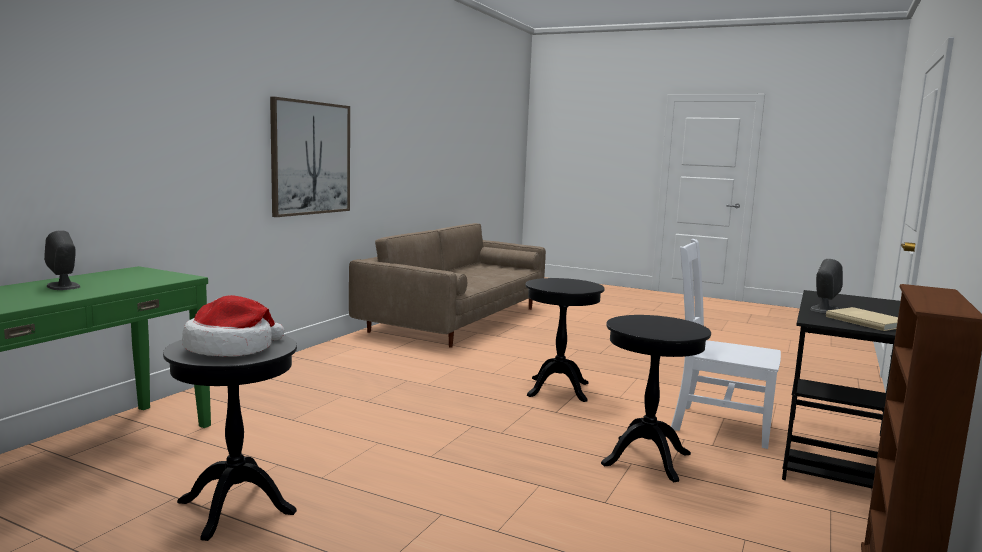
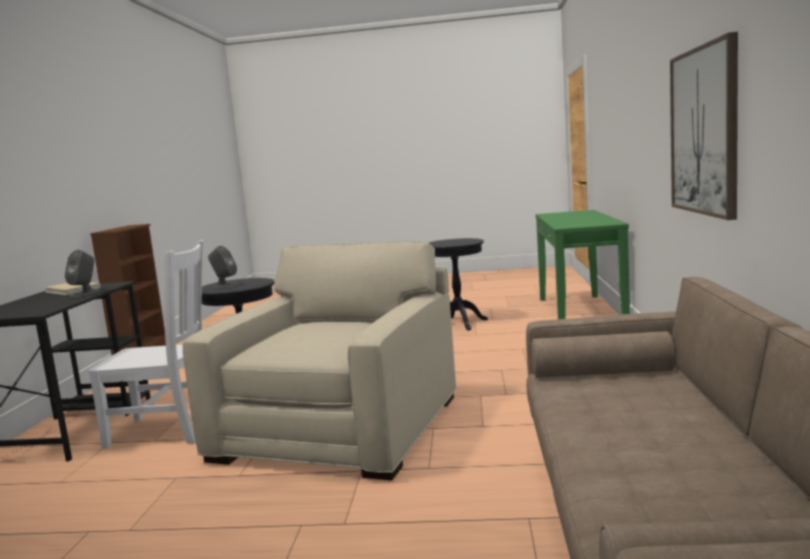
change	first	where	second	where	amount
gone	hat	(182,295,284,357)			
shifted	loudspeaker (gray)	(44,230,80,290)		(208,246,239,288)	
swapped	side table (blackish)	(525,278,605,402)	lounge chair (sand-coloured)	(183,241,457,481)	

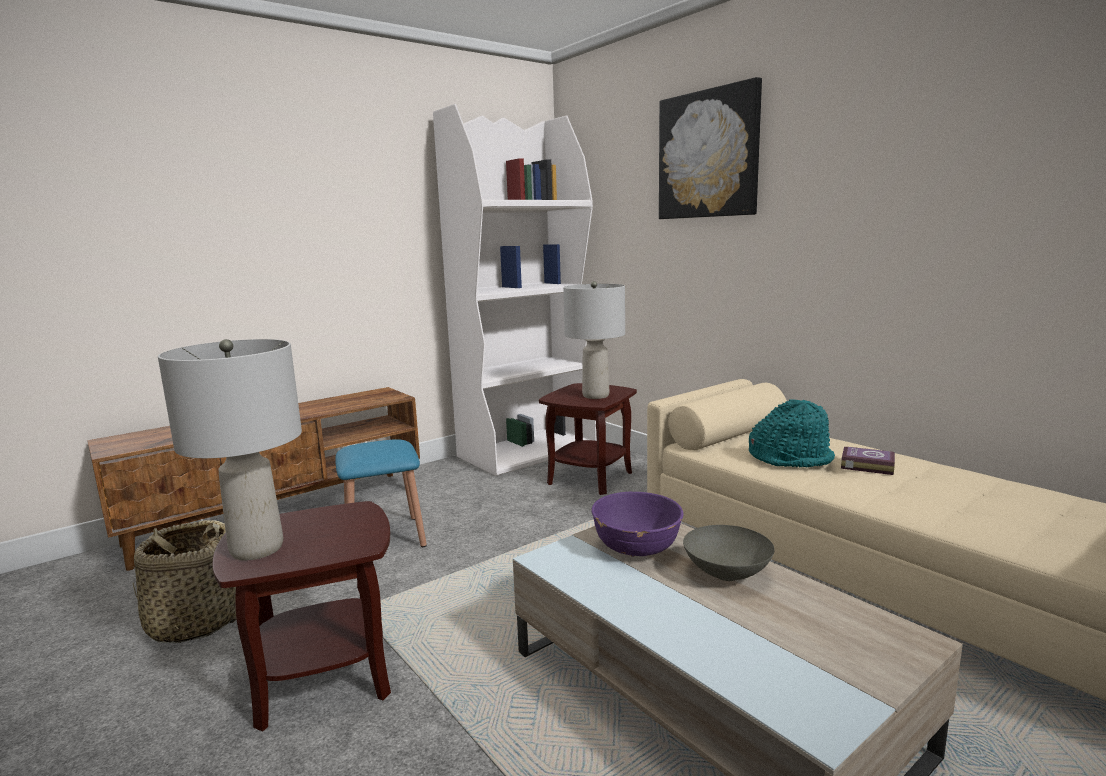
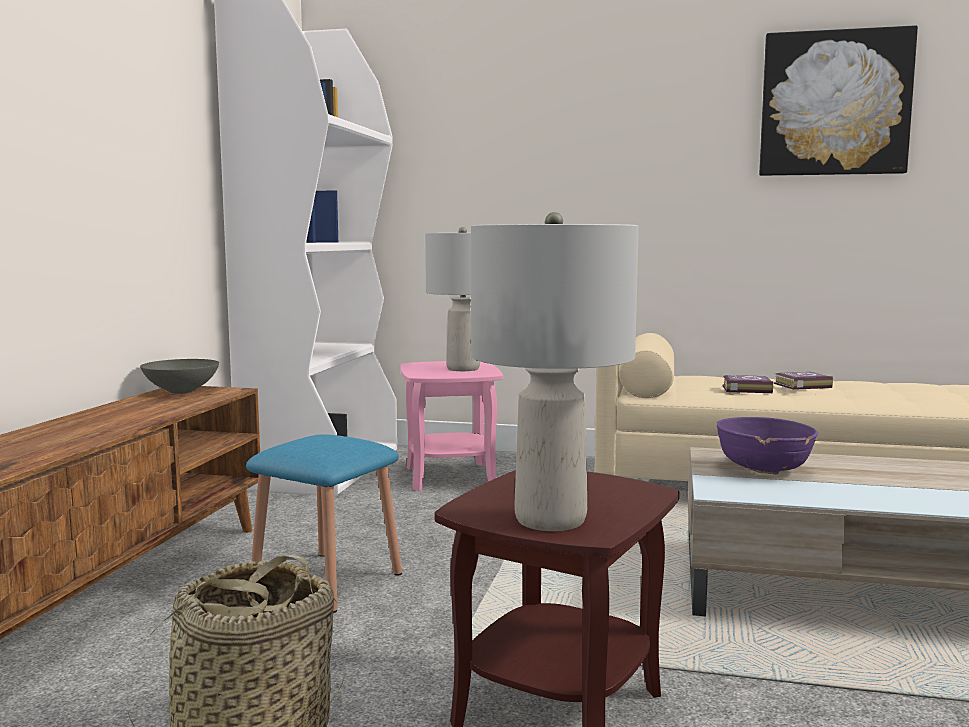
change	first	where	second	where	amount
shifted	wall art	(659,77,762,219)		(759,25,918,176)	
shifted	bowl (gray)	(683,525,775,581)		(140,359,219,394)	
swapped	hat (blue-green)	(749,400,835,467)	volume	(722,375,773,393)	
repainted	side table (brown-coloured)	(539,383,637,495)	side table (pink-coloured)	(401,361,503,491)	

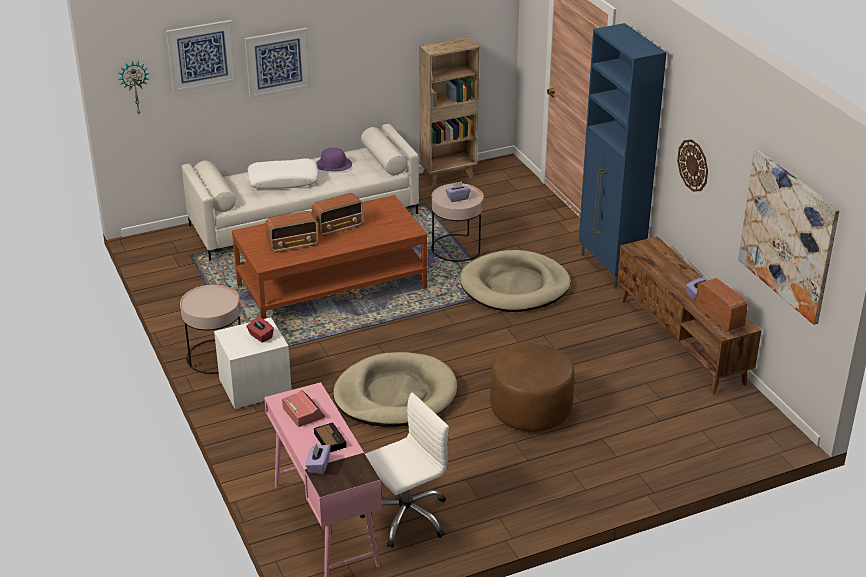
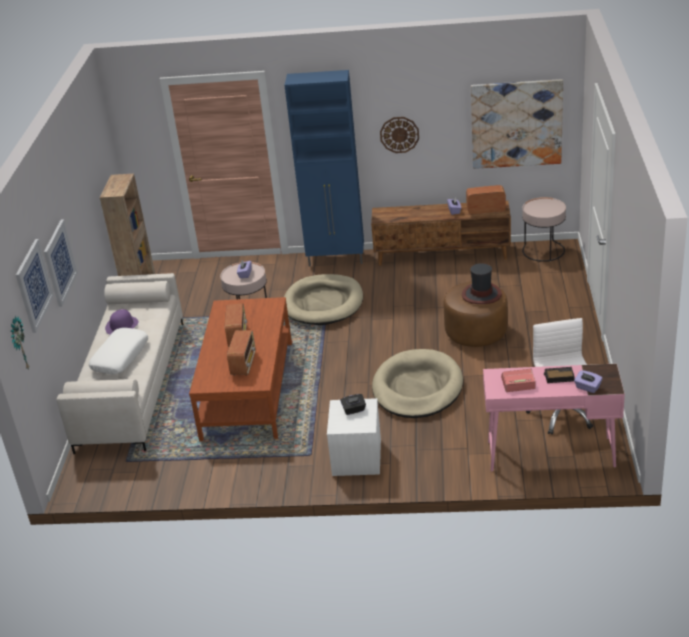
change	first	where	second	where	amount
new			hat	(462,263,502,304)	
shifted	side table (pink-coloured)	(180,285,241,374)		(522,197,566,262)	
repainted	box of tissues (red-coloured)	(246,317,274,343)	box of tissues (blackish)	(340,394,366,415)	

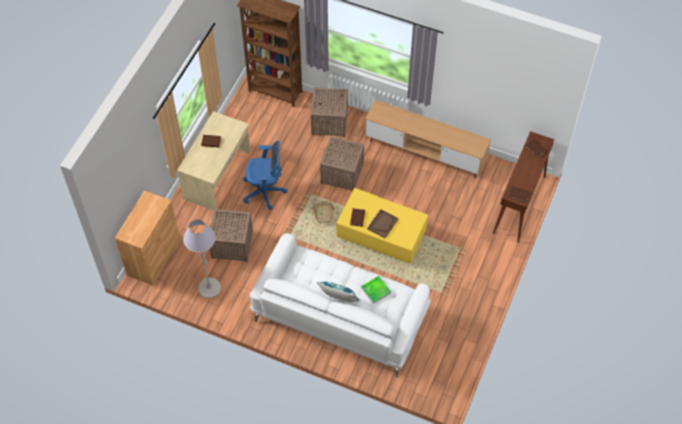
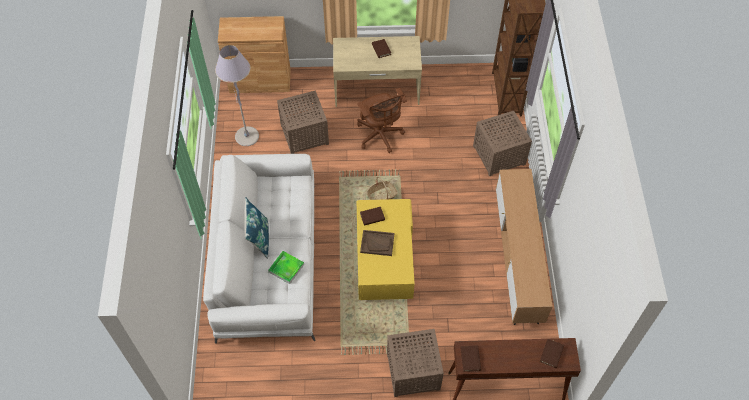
change	first	where	second	where	amount
shifted	side table (brown-coloured)	(320,136,364,191)		(387,329,444,397)	
repainted	office chair (blue-coloured)	(243,140,287,210)	office chair (brown-coloured)	(357,88,407,153)	

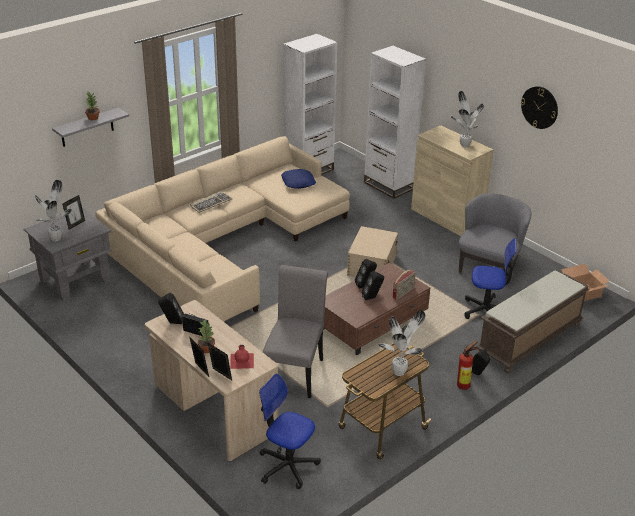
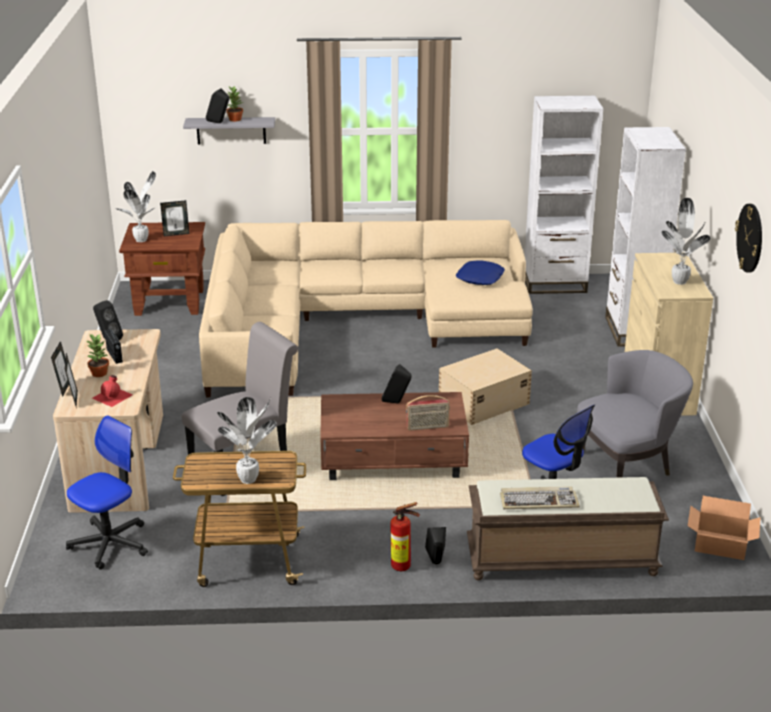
change	first	where	second	where	amount
shifted	keyboard	(190,192,232,213)		(500,486,580,509)	
shifted	loudspeaker (blackish)	(362,271,384,300)		(206,89,229,123)	
repainted	side table (gray)	(24,208,112,302)	side table (brown-coloured)	(119,222,205,316)	
rotated	office chair	(259,374,321,489)		(66,415,148,570)	60 degrees clockwise

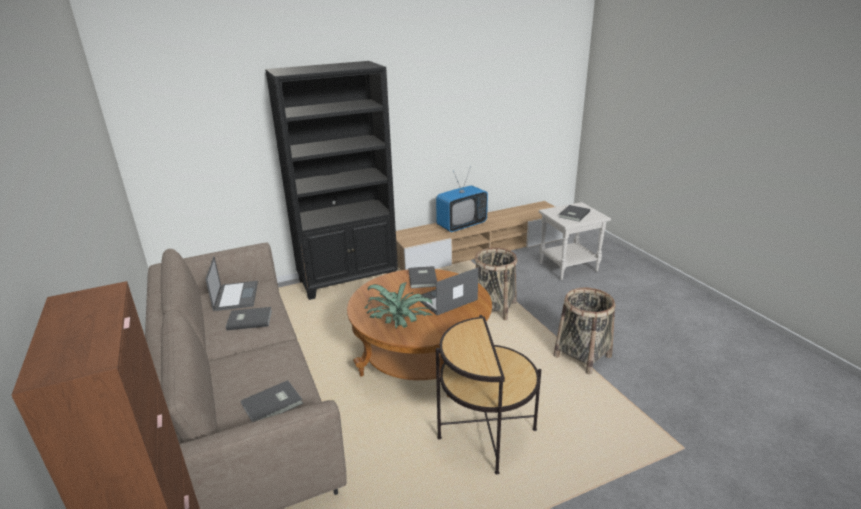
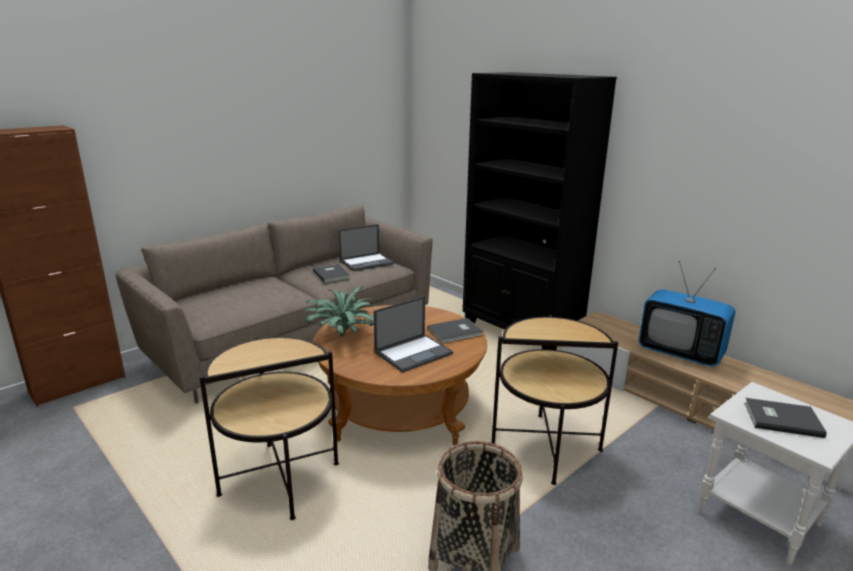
change	first	where	second	where	amount
gone	volume (gray)	(241,380,303,422)			
swapped	household basket	(475,248,517,320)	side table	(492,315,618,485)	
rotated	notebook computer	(420,268,478,315)		(374,296,453,373)	105 degrees clockwise

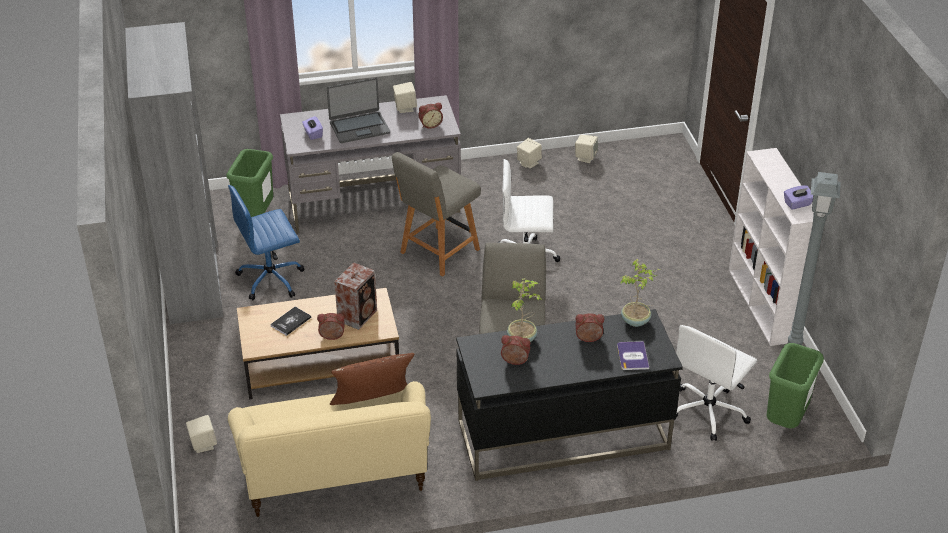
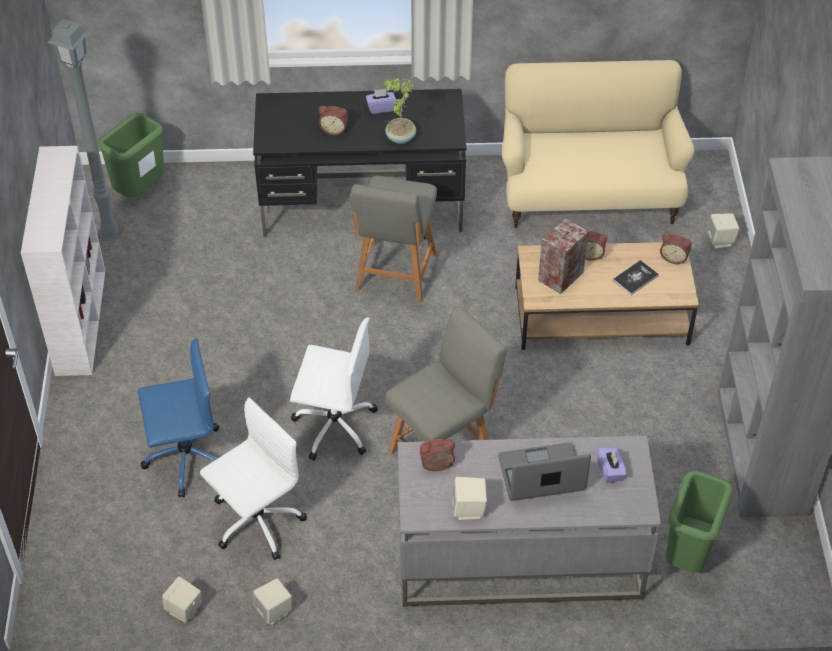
change	first	where	second	where	amount
gone	pillow (brown-coloured)	(330,353,414,405)			
gone	volume	(617,341,649,370)			
gone	potted plant	(620,259,662,327)			
shifted	office chair (blue-coloured)	(228,185,305,300)		(138,338,219,498)	
shifted	bedside clock	(501,335,530,365)		(660,233,692,264)	
shifted	office chair (white-coloured)	(674,325,757,441)		(200,397,307,560)	
shifted	box of tissues (purple)	(784,185,813,209)		(366,89,396,114)	

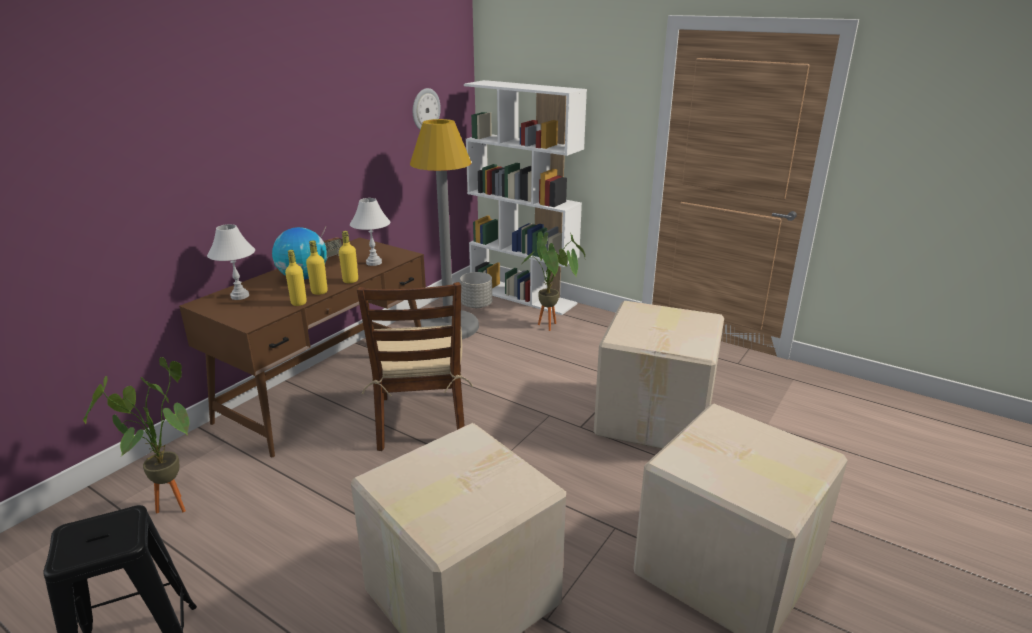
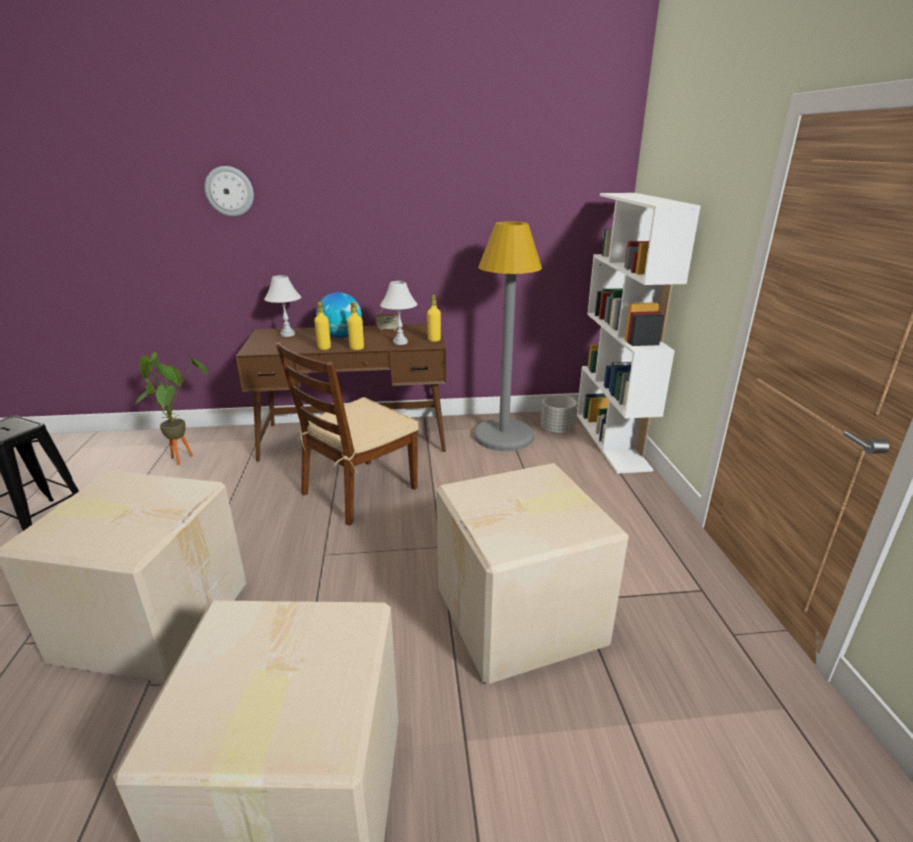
change	first	where	second	where	amount
gone	potted plant	(523,231,585,331)			
shifted	beverage bottle (yellow-coloured)	(285,250,307,306)		(427,295,441,342)	
shifted	wall clock	(413,88,441,130)		(205,166,254,216)	

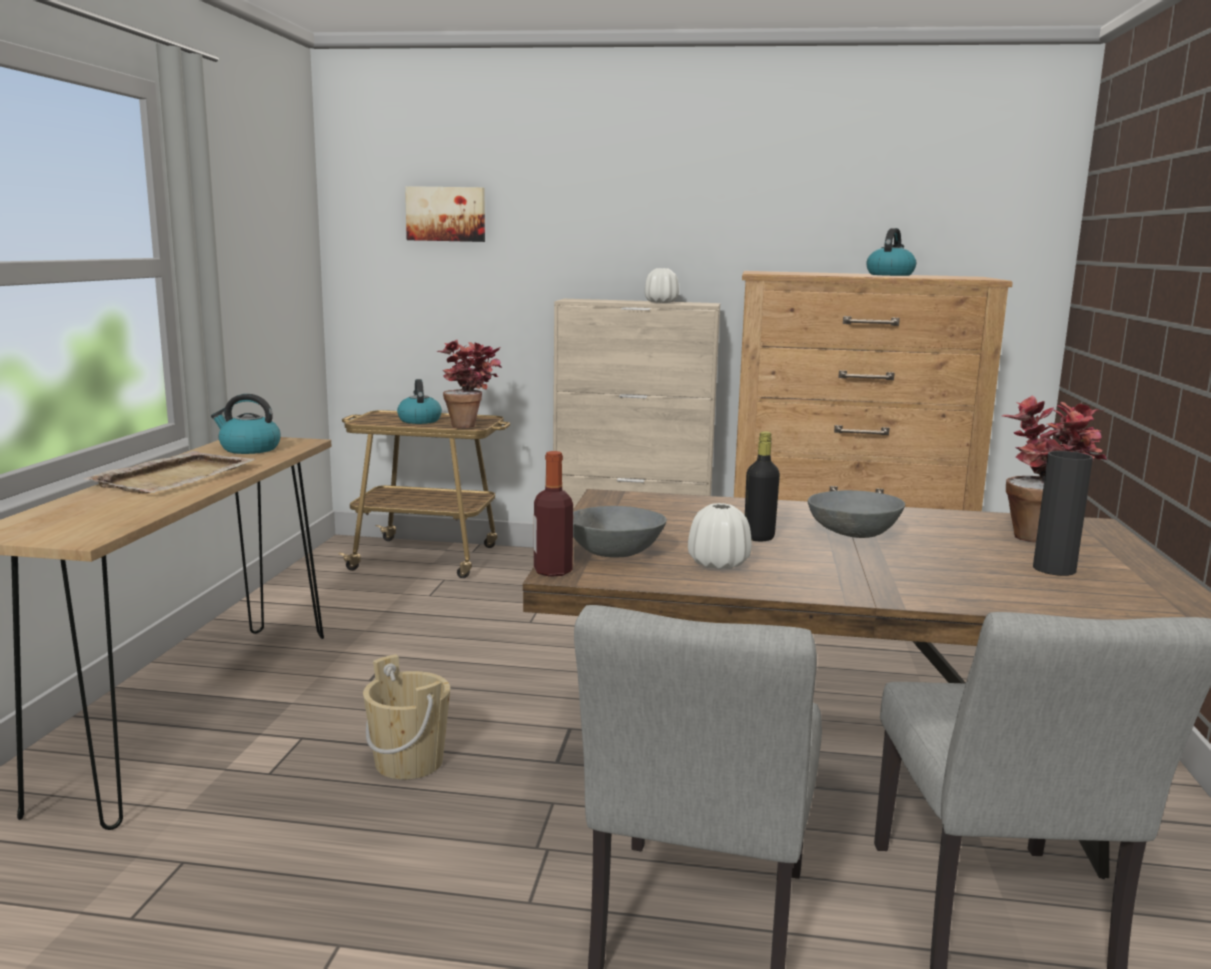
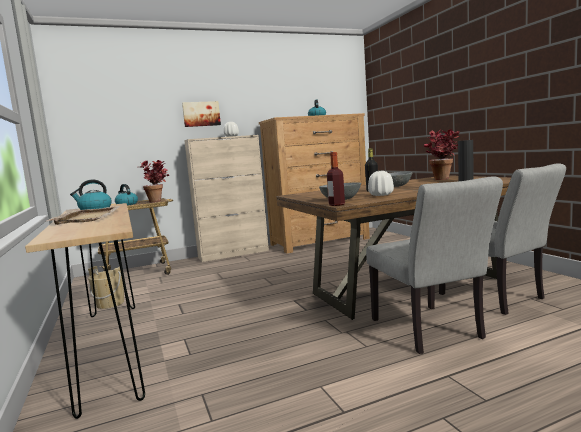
change	first	where	second	where	amount
shifted	bucket (sand-coloured)	(363,654,450,780)		(88,266,124,309)	
shifted	wall art	(405,186,485,242)		(182,101,221,127)	

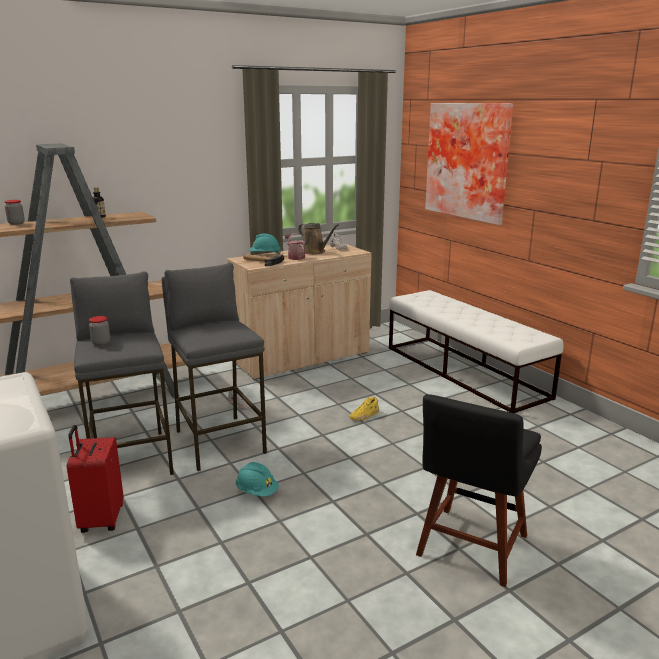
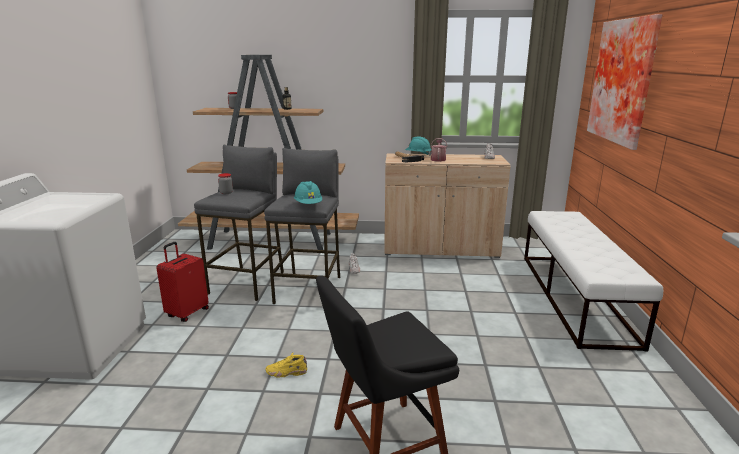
change	first	where	second	where	amount
gone	sprinkling can (brown-coloured)	(298,223,339,254)			
shifted	safety helmet (blue-green)	(236,462,279,497)		(294,181,322,204)	
shifted	low shoe (yellow-coloured)	(350,397,379,421)		(266,352,307,378)	

